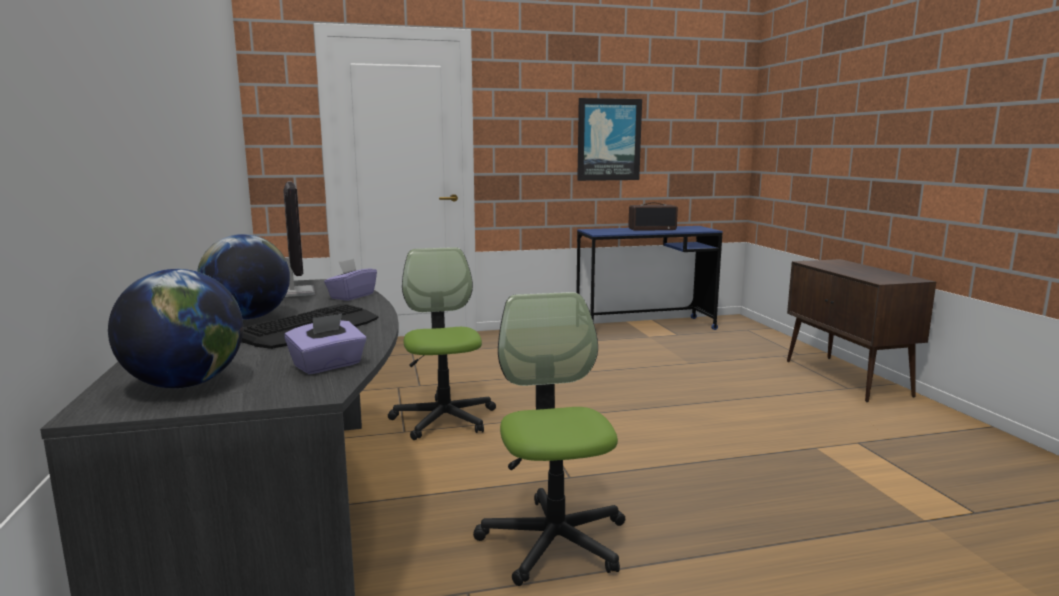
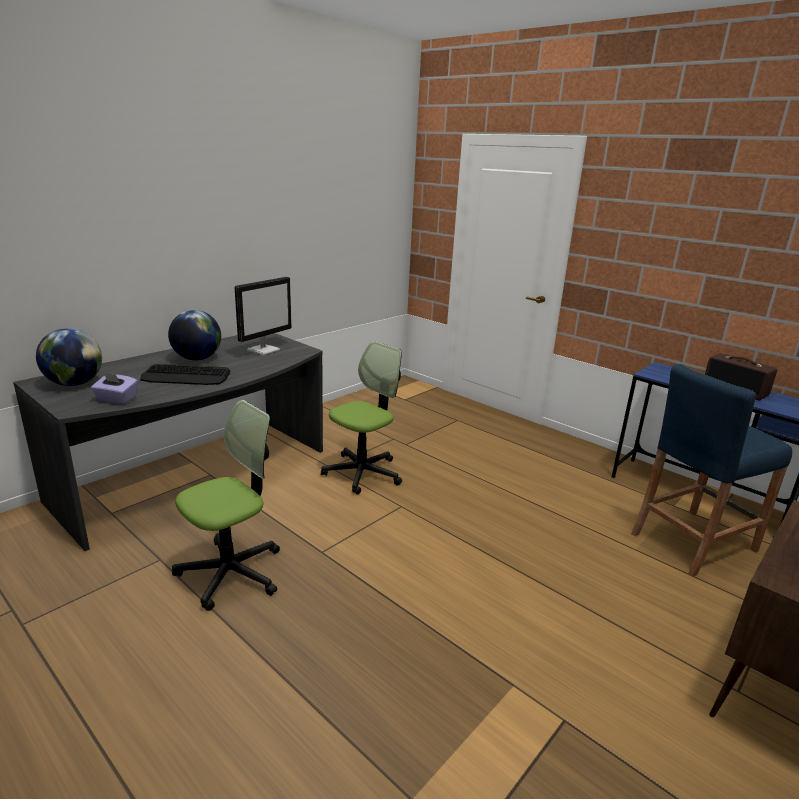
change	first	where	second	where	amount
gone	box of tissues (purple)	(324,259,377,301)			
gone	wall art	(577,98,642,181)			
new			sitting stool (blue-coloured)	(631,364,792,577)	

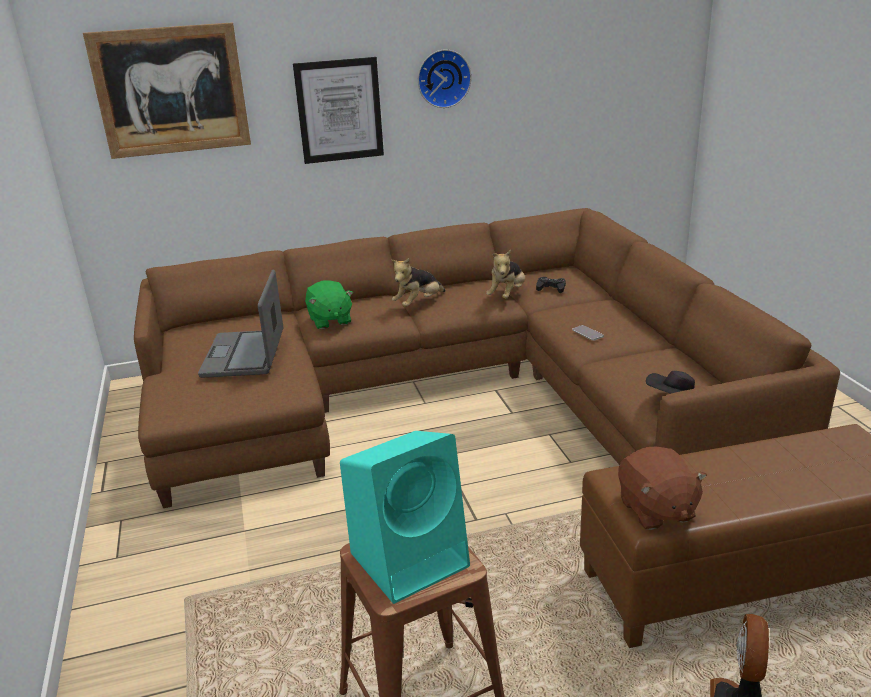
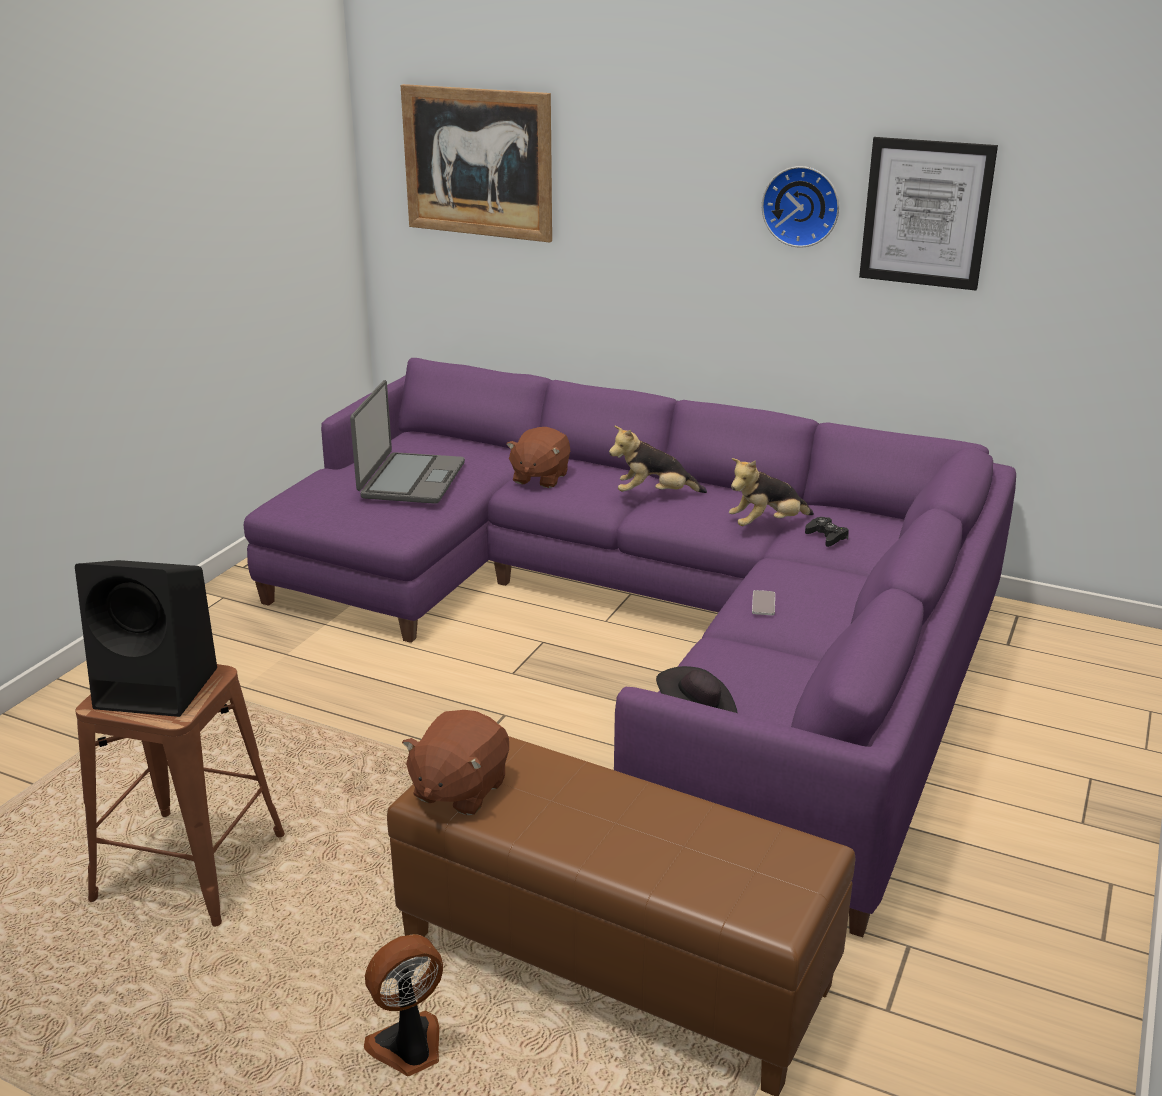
change	first	where	second	where	amount
shifted	wall art	(293,57,384,164)		(859,137,998,290)	
repainted	sofa (brown-coloured)	(134,208,840,508)	sofa (purple)	(243,358,1016,937)	
repainted	soft toy (green-coloured)	(305,280,353,329)	soft toy (brown-coloured)	(506,427,570,488)	
repainted	loudspeaker (blue-green)	(340,431,470,604)	loudspeaker (blackish)	(75,560,217,717)	
rotated	notebook computer	(198,270,283,378)		(350,380,465,504)	150 degrees clockwise

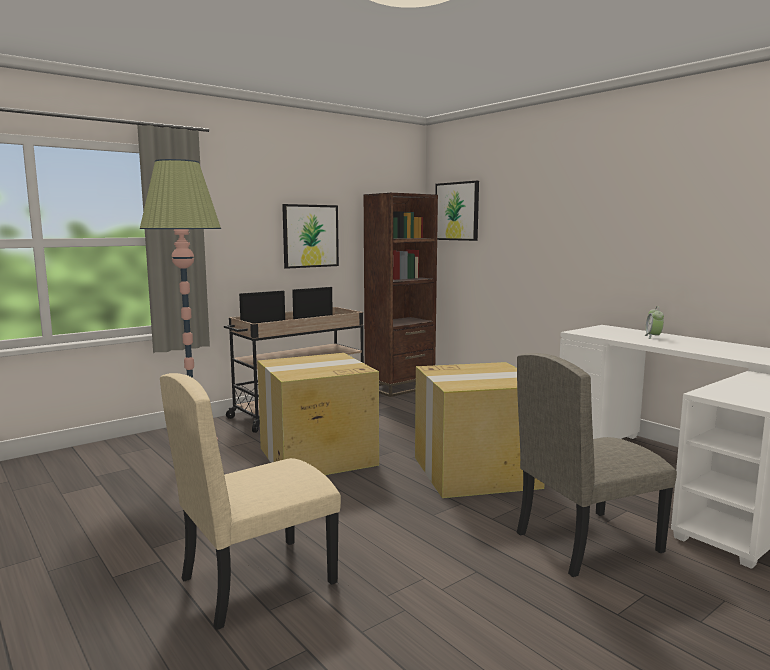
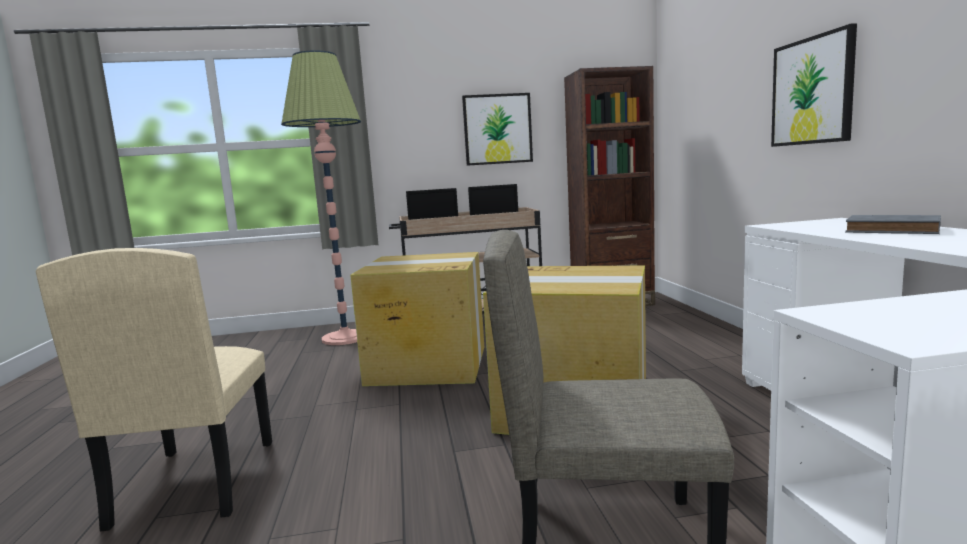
change	first	where	second	where	amount
shifted	wall art	(435,181,479,241)		(771,23,857,147)	
swapped	bedside clock	(645,306,664,339)	volume (gray)	(845,215,941,234)	
rotated	plain chair (sand-coloured)	(160,373,341,630)		(36,248,272,531)	90 degrees counterclockwise

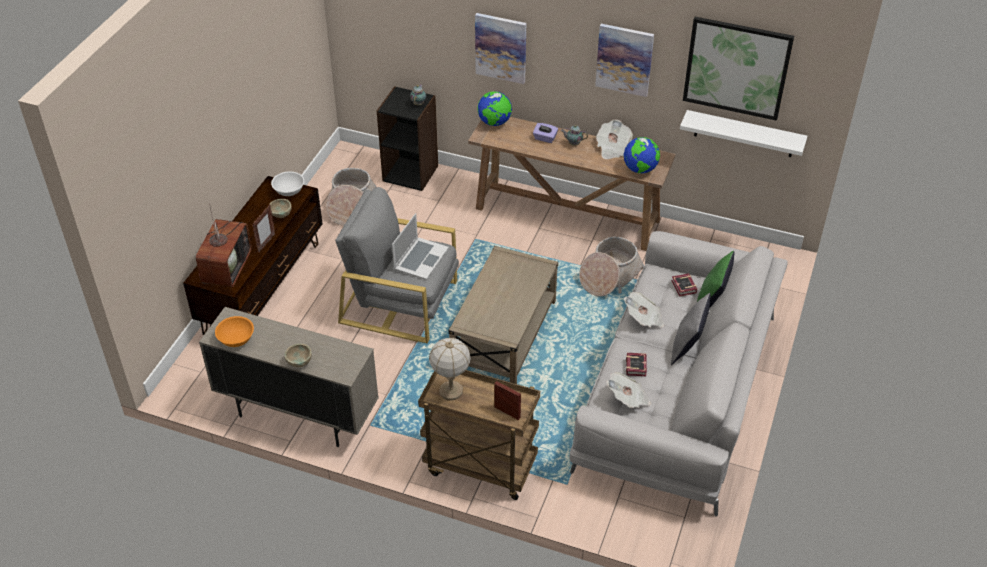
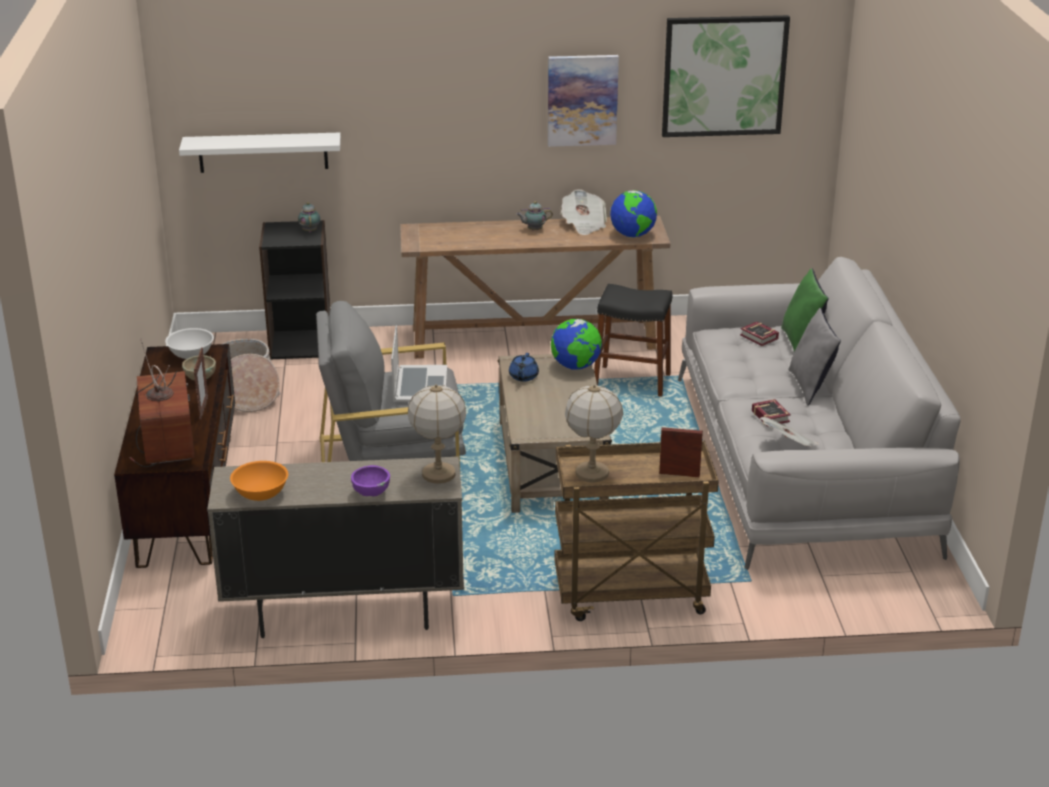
change	first	where	second	where	amount
gone	wall art	(475,13,526,84)			
gone	box of tissues (purple)	(533,123,558,143)			
gone	printed paper	(624,292,664,327)			
new			lamp for a table	(408,384,466,484)	
new			pot for tea (blue-coloured)	(509,353,539,381)	
shifted	globe	(477,91,512,126)		(551,319,602,370)	
shifted	shelf (white-coloured)	(680,110,807,157)		(179,133,341,173)	
swapped	household basket	(579,237,644,297)	sitting stool (blackish)	(594,284,672,397)	
repainted	bowl (sand-coloured)	(285,344,312,368)	bowl (purple)	(351,465,390,496)	

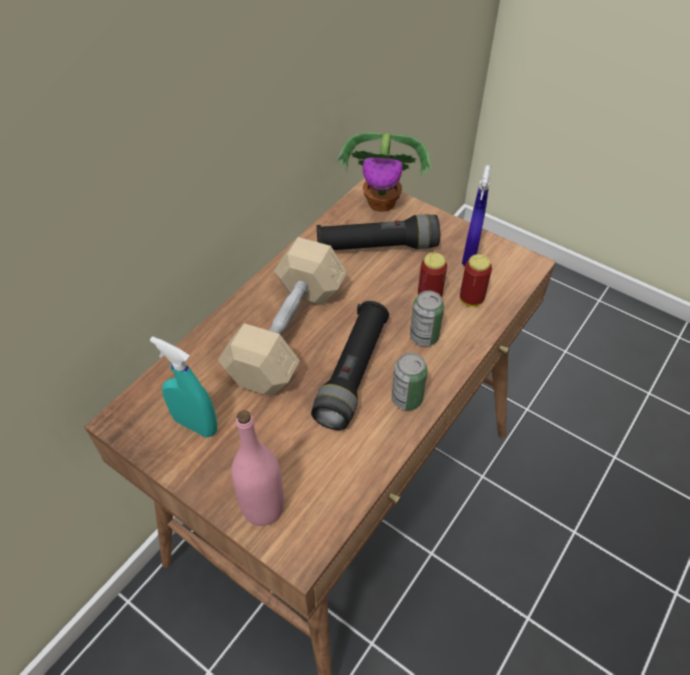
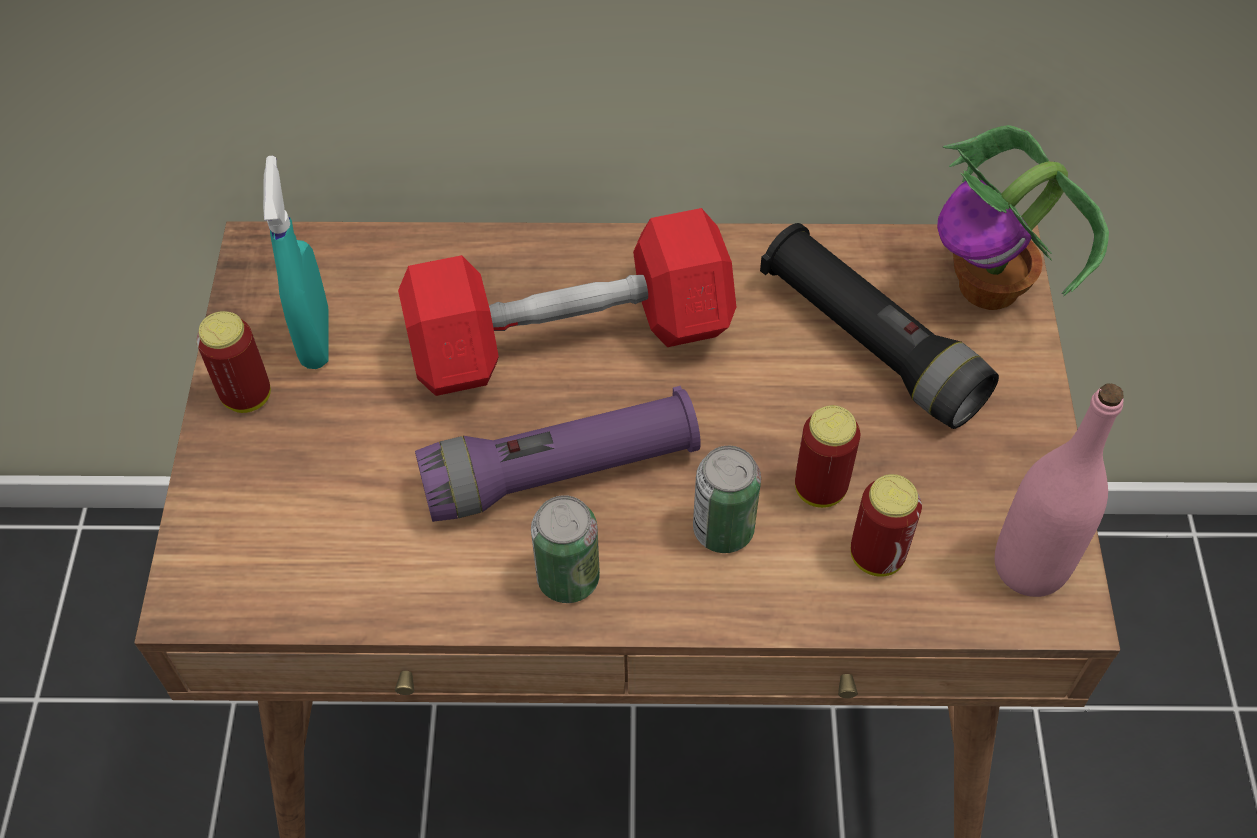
change	first	where	second	where	amount
gone	sprayer (blue-coloured)	(462,165,491,266)			
new			sealed can	(196,311,271,413)	
shifted	beverage bottle (pink-coloured)	(231,410,284,526)		(994,384,1124,597)	
repainted	free weight (sand-coloured)	(218,237,347,396)	free weight (red-coloured)	(398,208,736,396)	
repainted	hand torch (blackish)	(311,301,389,430)	hand torch (purple)	(415,386,701,522)	

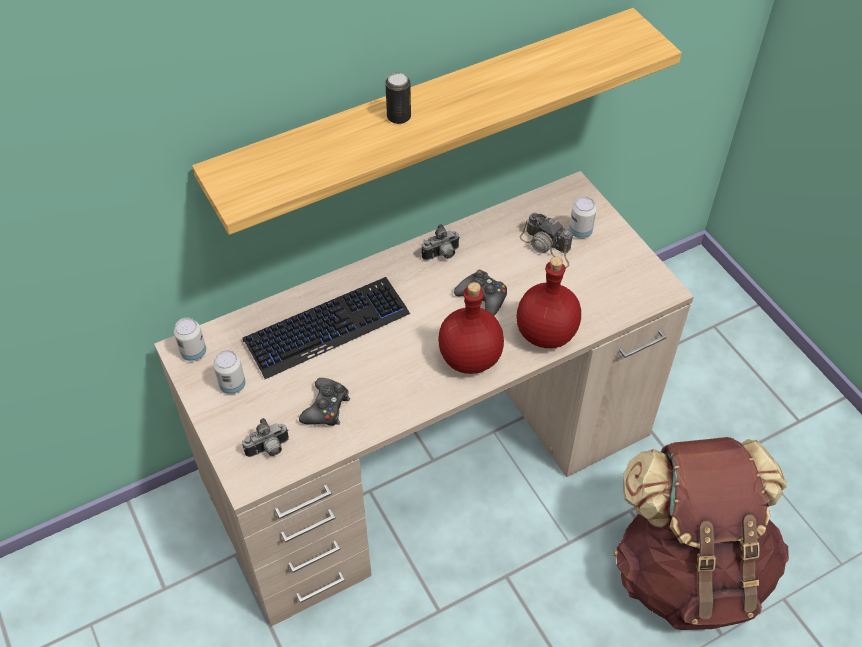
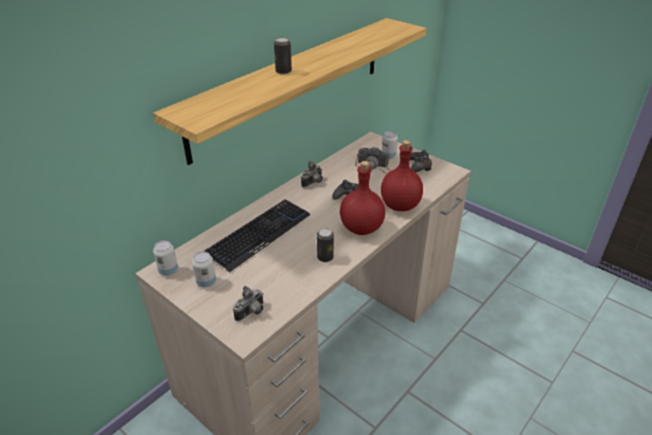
change	first	where	second	where	amount
gone	rucksack (brown-coloured)	(614,437,789,630)			
new			sealed can	(317,228,334,262)	
shifted	joypad (blackish)	(299,378,350,426)		(410,150,432,173)	

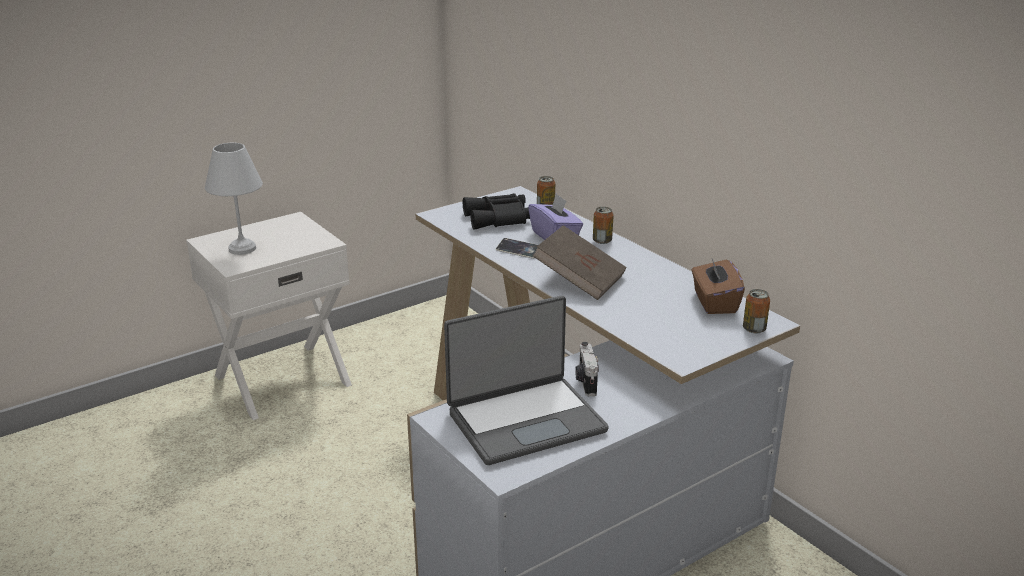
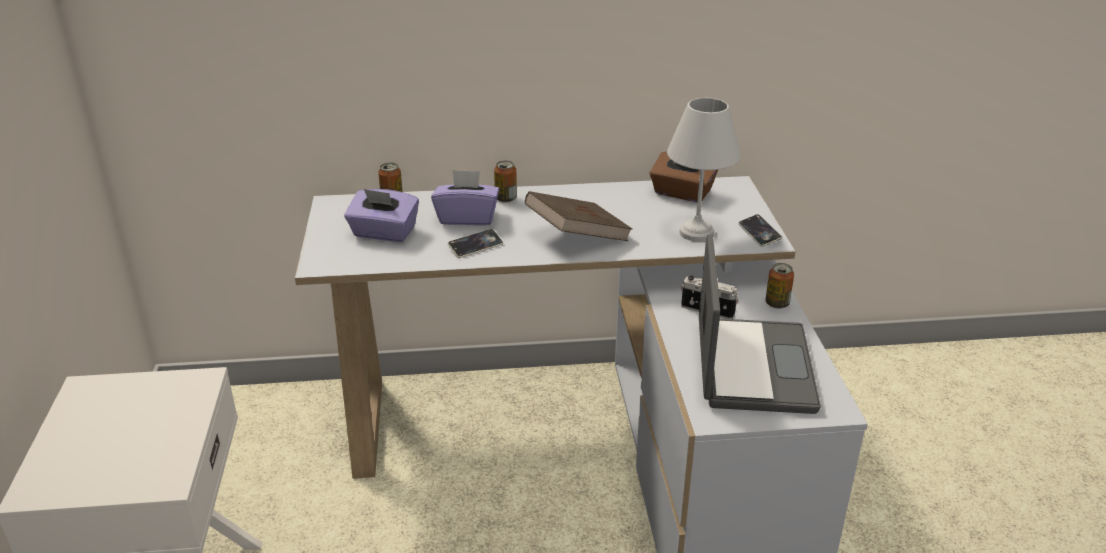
change	first	where	second	where	amount
new			telephone	(738,214,782,247)	
shifted	lamp for a table (white-coloured)	(205,143,263,255)		(667,98,741,242)	
shifted	sealed can	(743,289,770,333)		(765,263,794,309)	
swapped	pair of binoculars (blackish)	(463,193,530,229)	box of tissues (purple)	(344,189,419,242)	

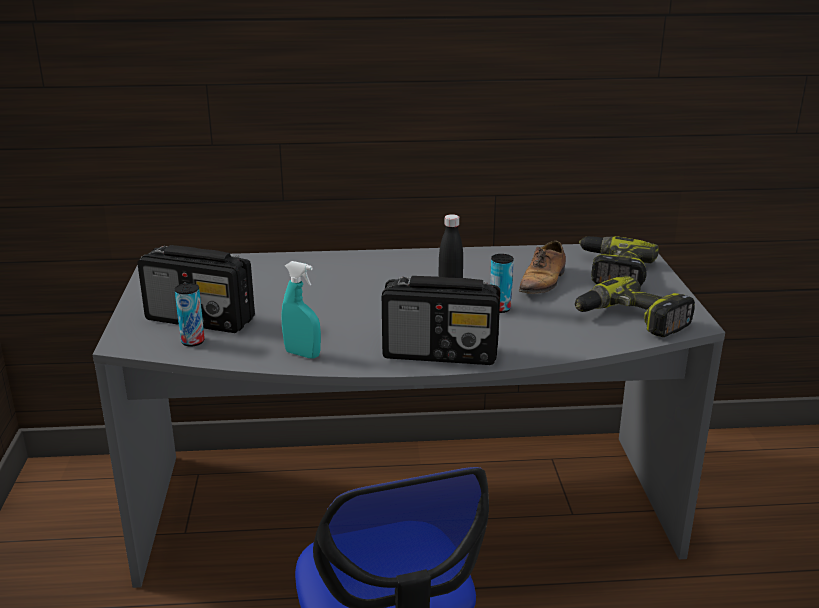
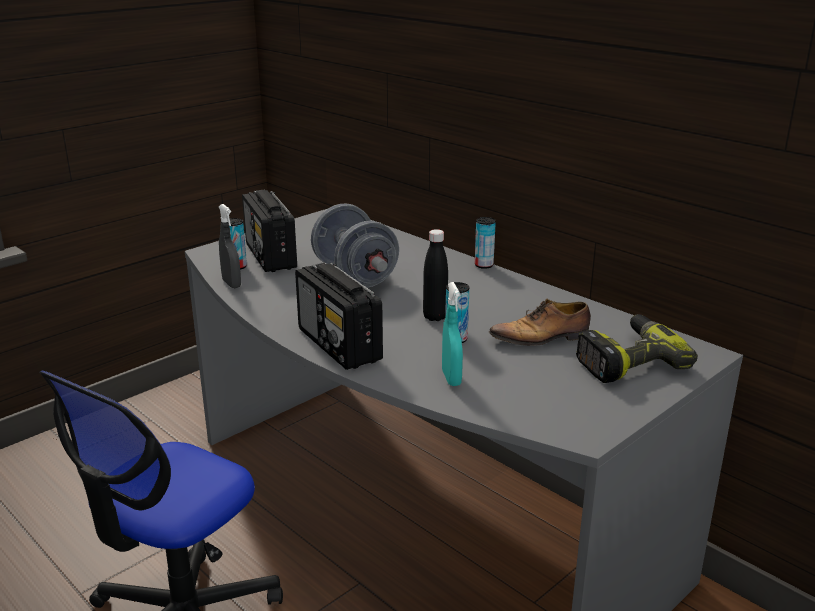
change	first	where	second	where	amount
gone	electric drill	(575,276,695,337)			
new			sprayer (gray)	(219,204,241,288)	
new			free weight (gray)	(311,203,399,288)	
new			sealed can	(475,217,496,269)	
shifted	sprayer (blue-green)	(282,261,321,358)		(442,282,463,386)	

